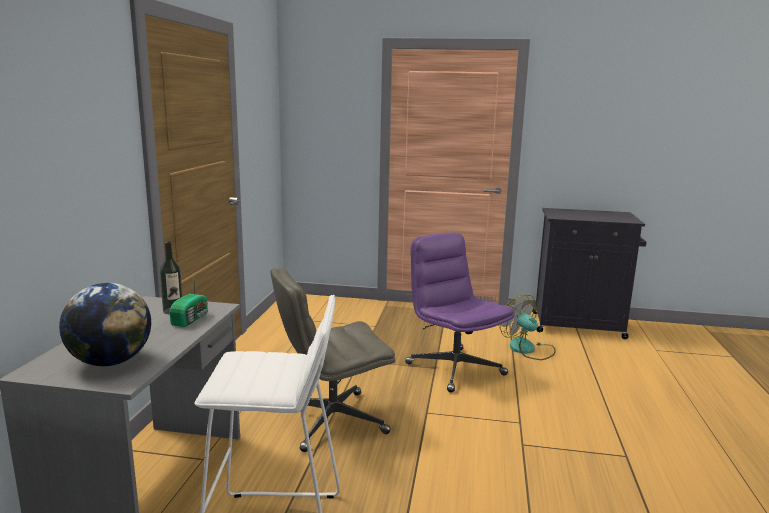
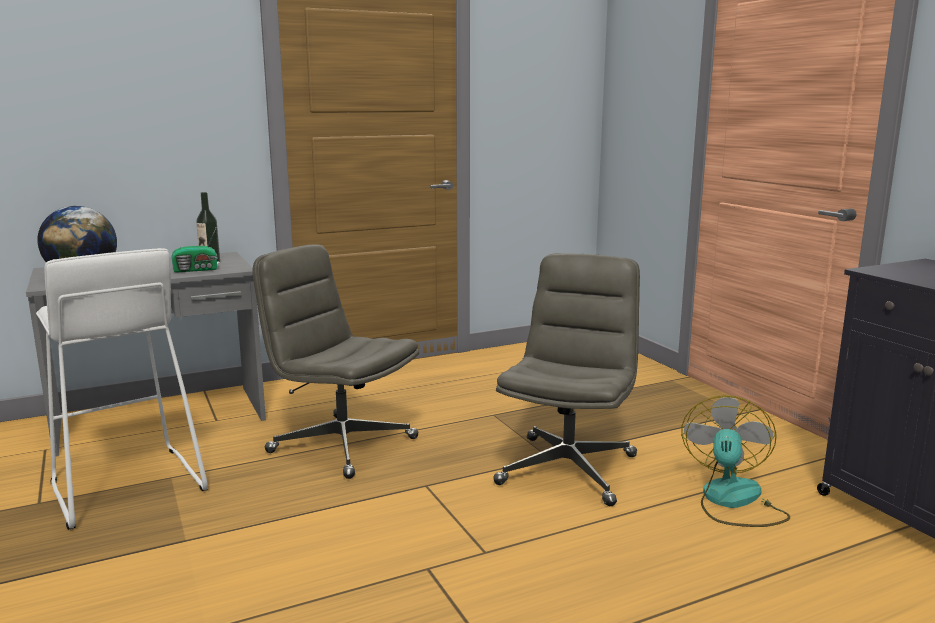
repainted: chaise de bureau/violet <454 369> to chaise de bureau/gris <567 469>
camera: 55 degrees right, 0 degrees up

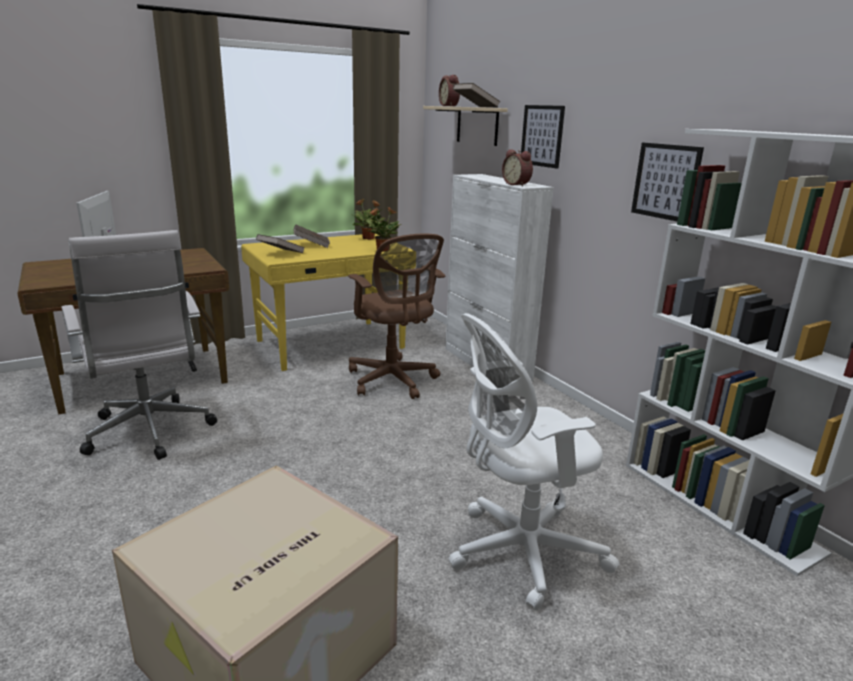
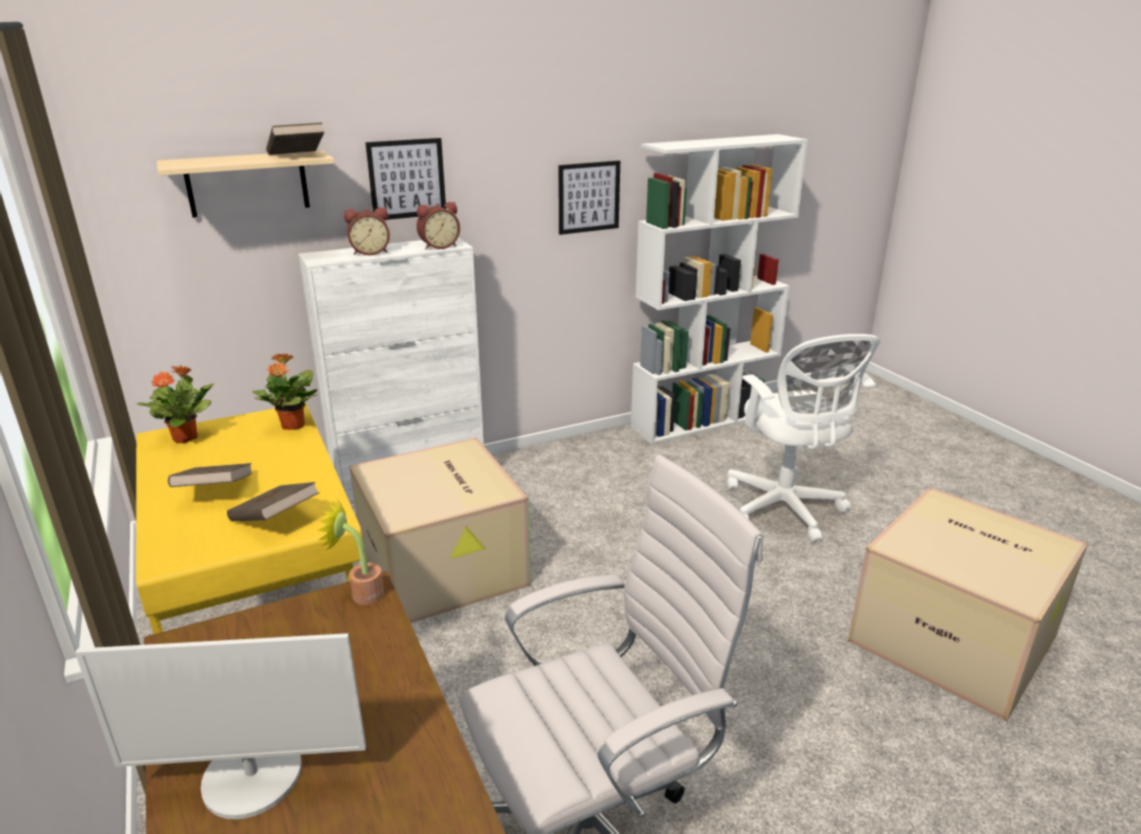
new: plante en pot <361 594>
shifted: réveil <450 106> to <370 252>
swapped: chaise de bureau/marron <393 381> to carton <446 567>
camera: 85 degrees left, 5 degrees up

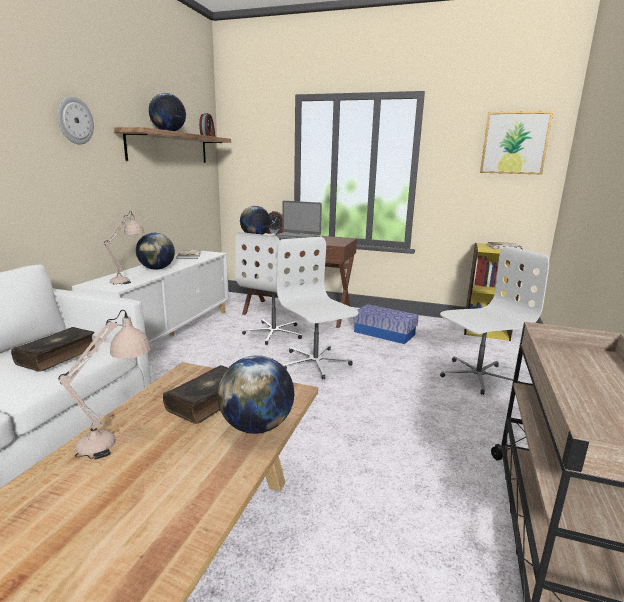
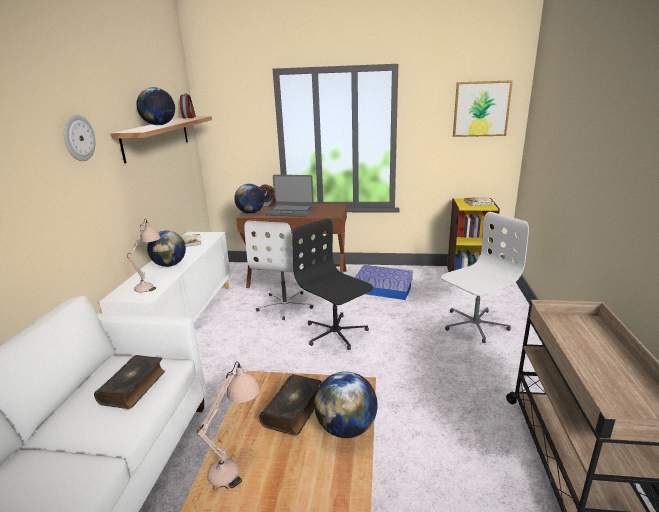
repainted: chaise de bureau/blanc <315 363> to chaise de bureau/noir <335 333>
camera: 10 degrees left, 5 degrees up

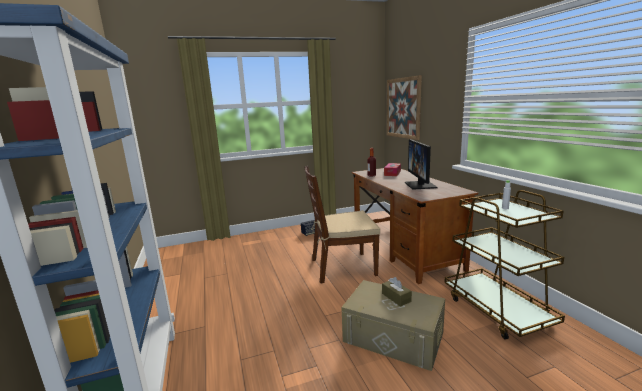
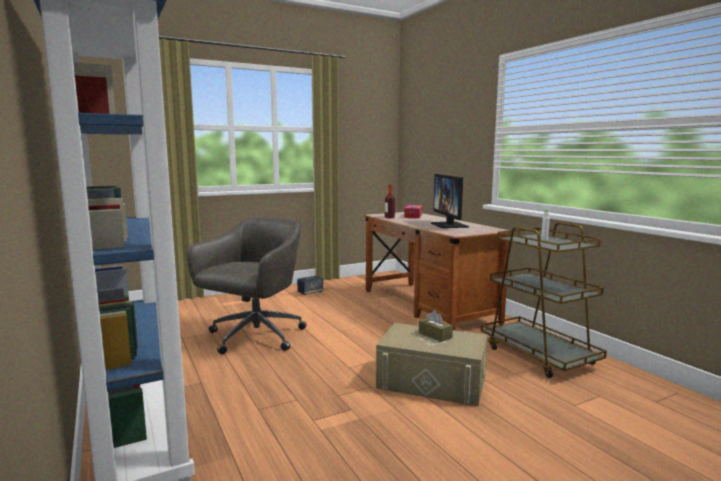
gone: chaise/marron <342 267>; tableau <403 108>
new: chaise de bureau/gris <254 337>
camera: 10 degrees left, 5 degrees down

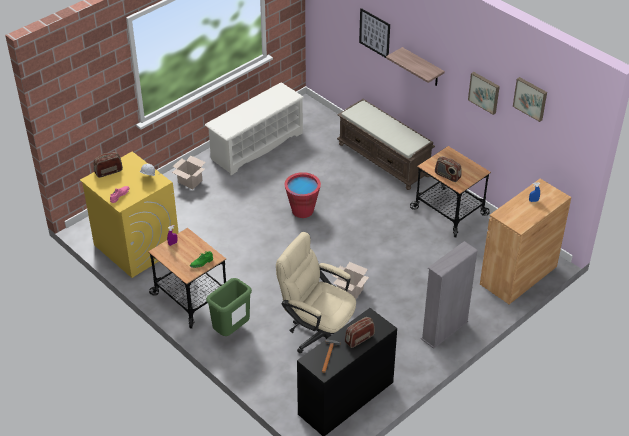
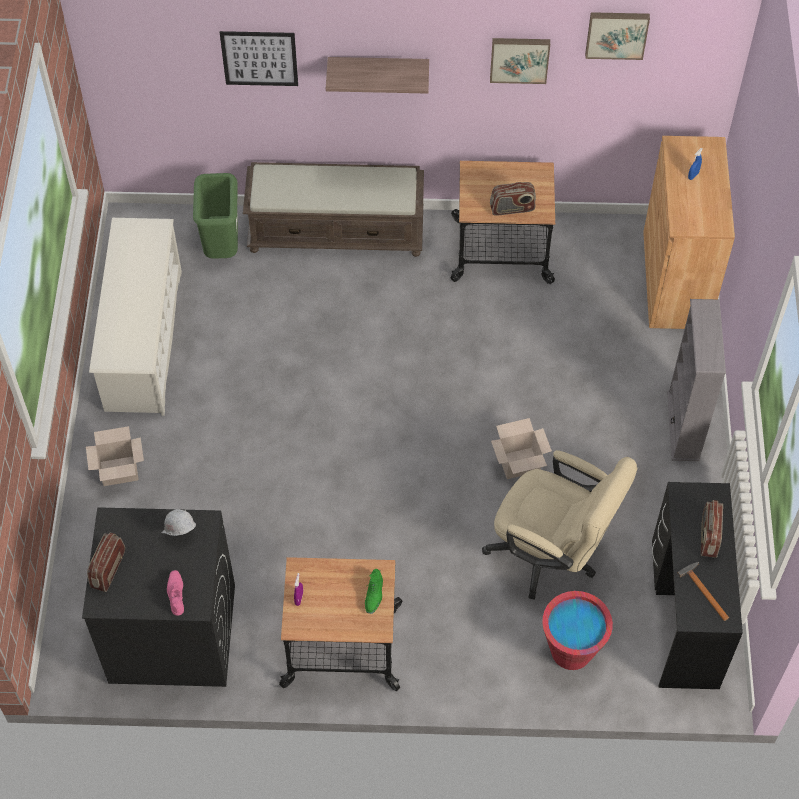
shifted: poubelle/vert <231 331> to <223 248>; seau/rouge <302 210> to <571 651>
repainted: lave-linge/jaune <136 246> to lave-linge/noir <171 634>
rotated: chaise de bureau/beige <318 332> = <551 555> 135 degrees counterclockwise
camera: 45 degrees left, 15 degrees up

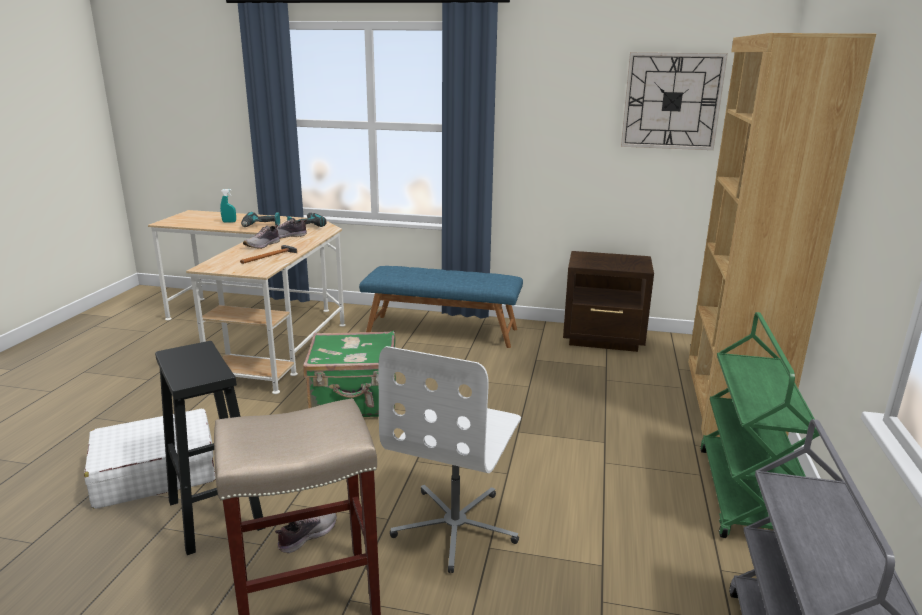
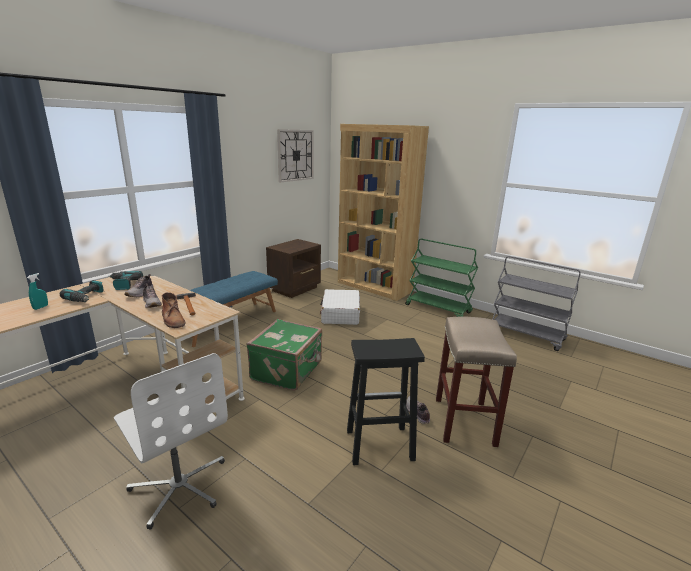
new: botte/marron <173 319>
shifted: valise/blanc <154 472> to <340 314>; chaise de bureau/blanc <456 526> to <180 485>
camera: 65 degrees left, 0 degrees up

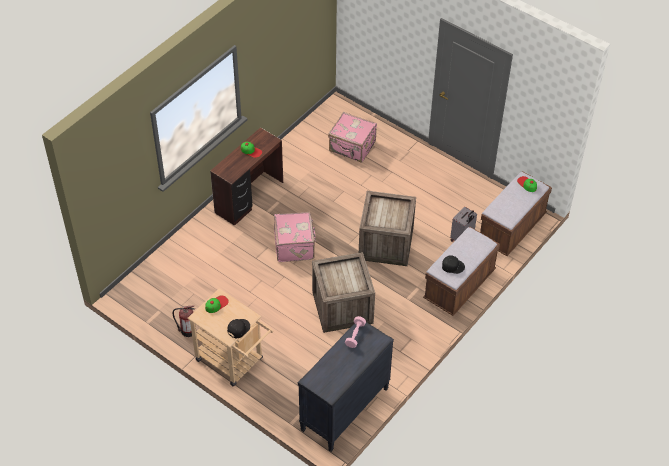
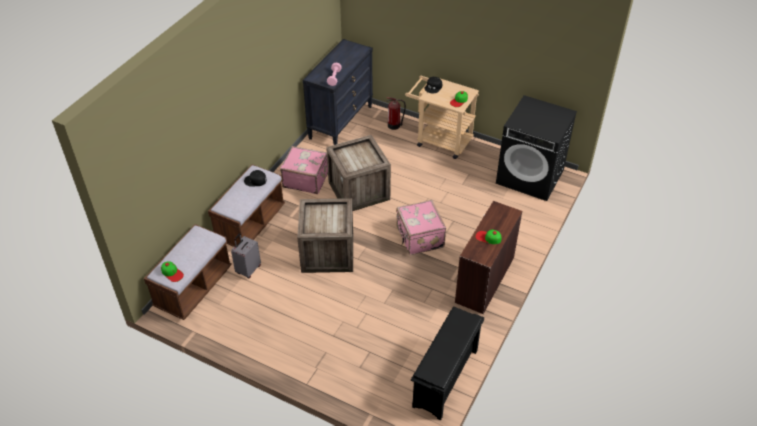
new: étagère à chaussures/noir <445 379>; lave-linge/noir <530 176>
shifted: extincteur <187 330> to <394 125>; valise/rose <352 147> to <305 179>
camera: 170 degrees right, 5 degrees down

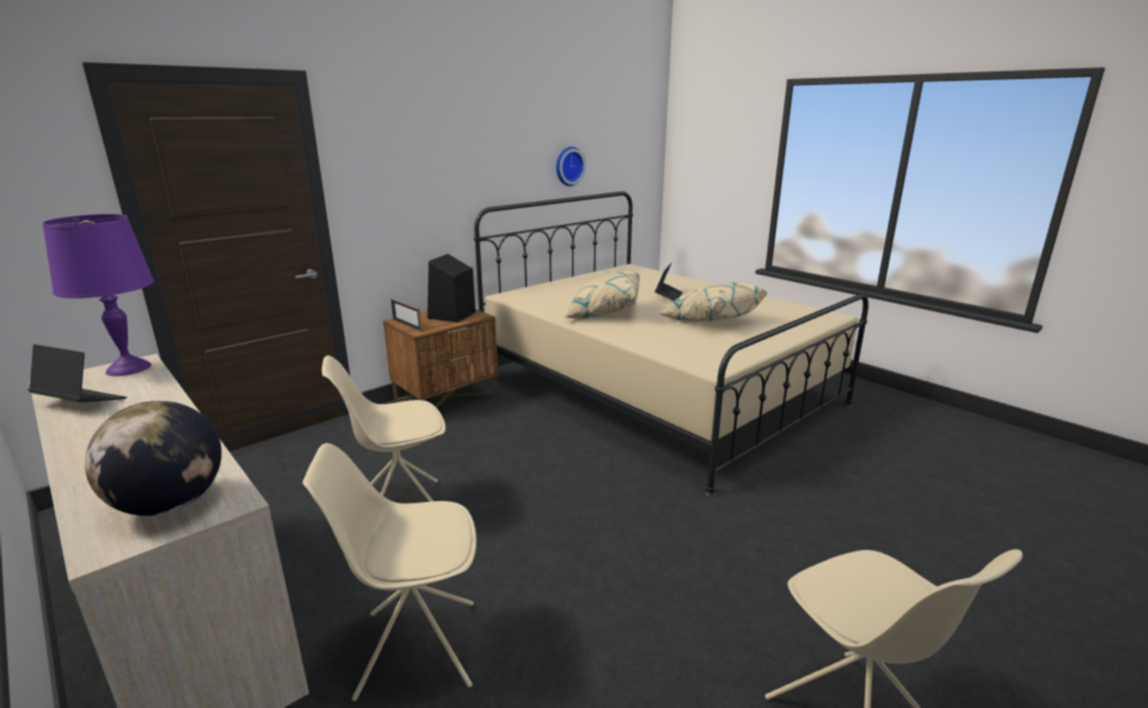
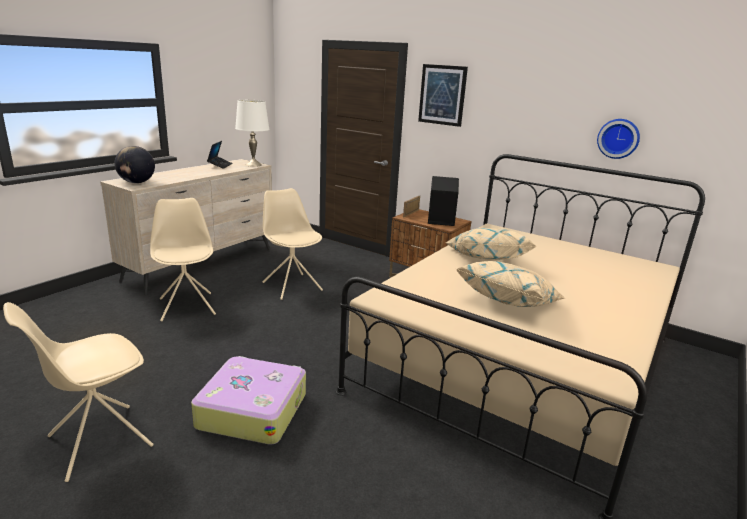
gone: ordinateur portable <668 296>
new: valise <252 410>; tableau <442 95>
repainted: lampe de table/violet <129 368> to lampe de table/blanc <253 165>
camera: 75 degrees right, 0 degrees up

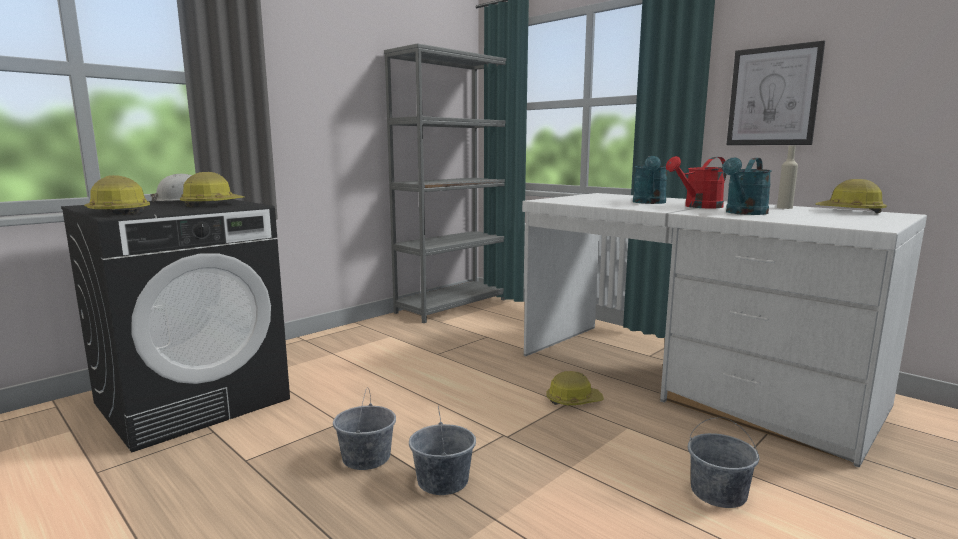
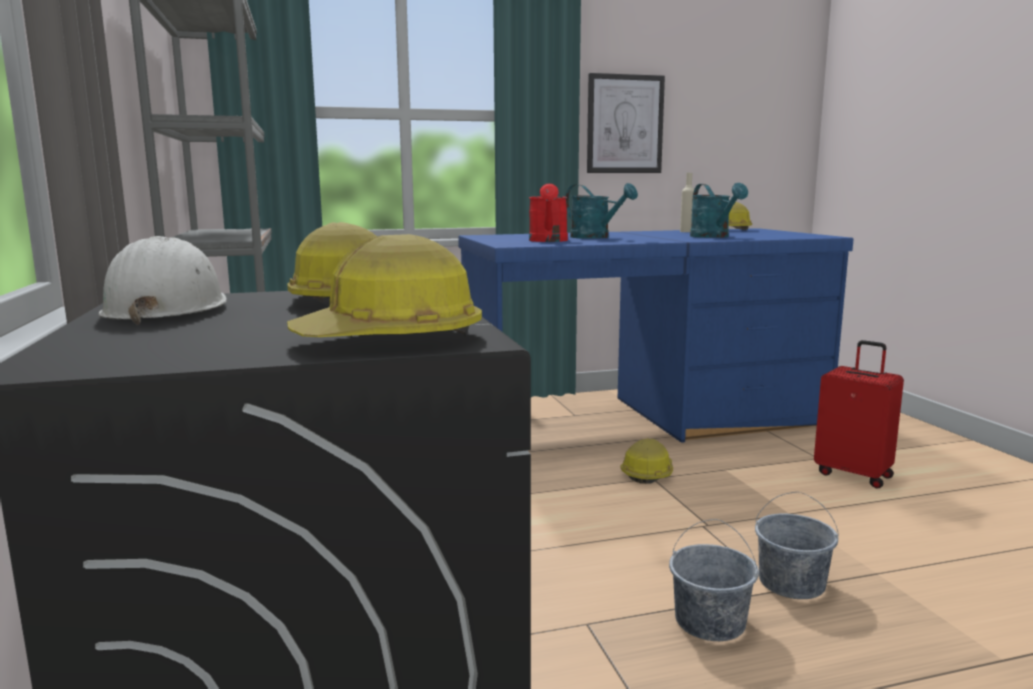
shifted: arrosoir/rouge <698 207> to <548 241>
swapped: seau/gris <719 493> to valise/rouge <854 474>
repainted: bureau/blanc <686 379> to bureau/bleu <643 420>
camera: 60 degrees left, 0 degrees up

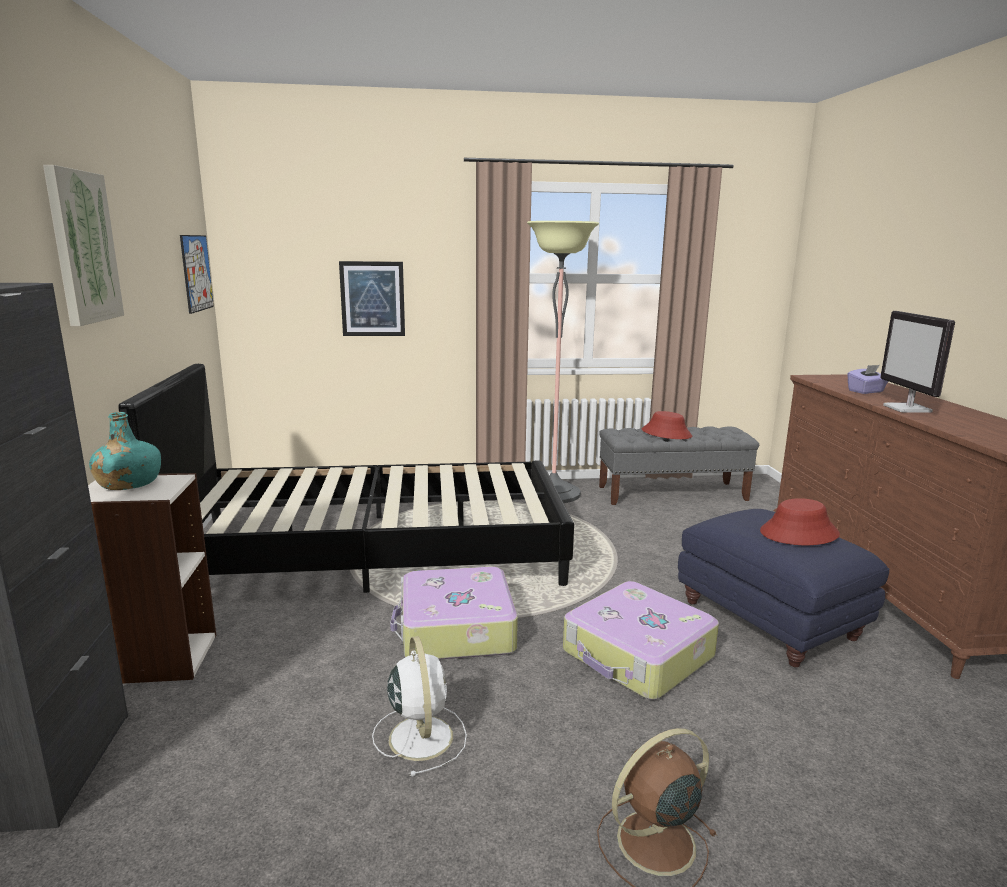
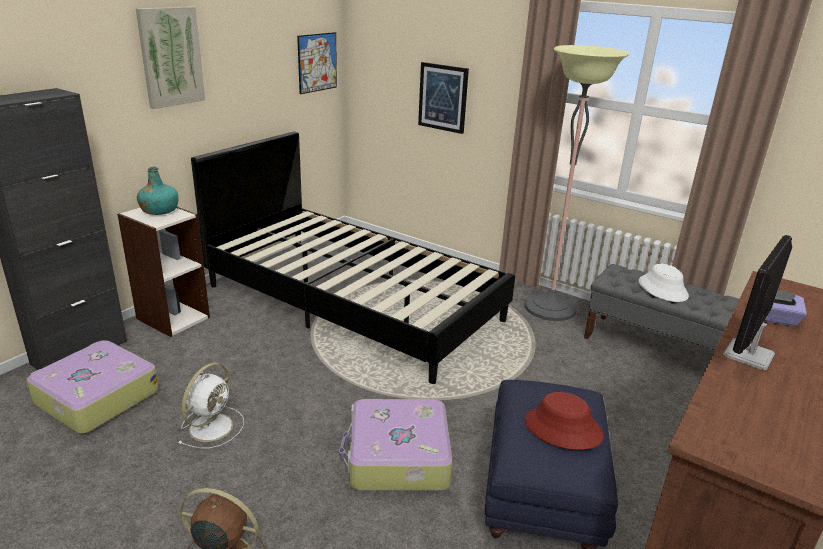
shifted: valise <455 629> to <96 397>
repainted: chapeau/rouge <666 433> to chapeau/blanc <663 289>
camera: 40 degrees right, 10 degrees up

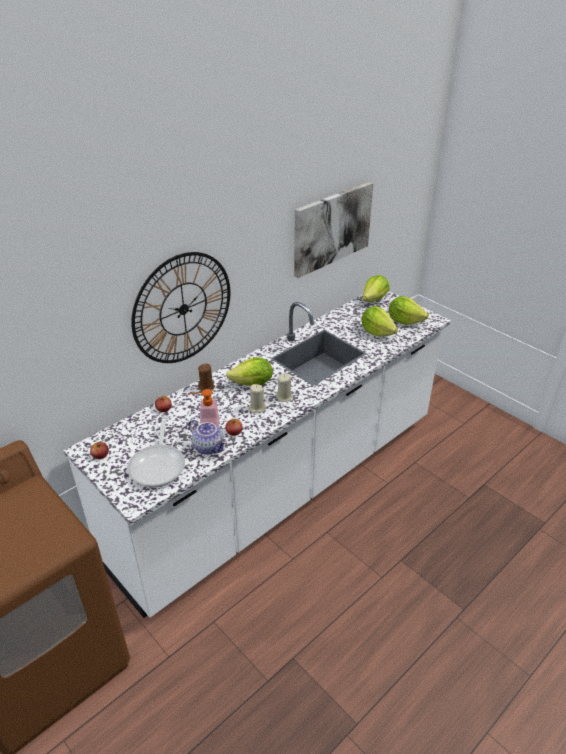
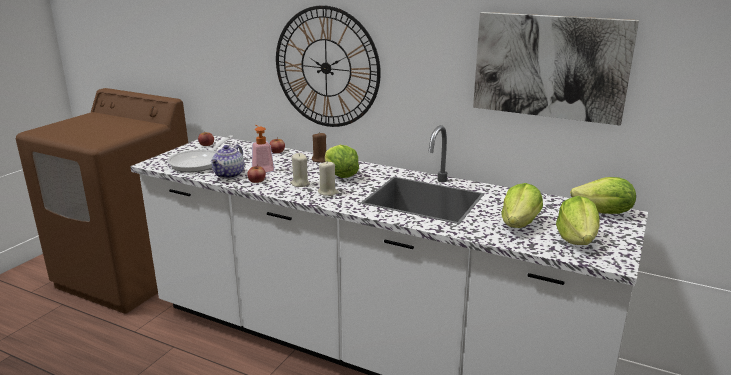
rotated: poêle <158 465> = <199 162> 45 degrees counterclockwise
camera: 70 degrees right, 15 degrees down

